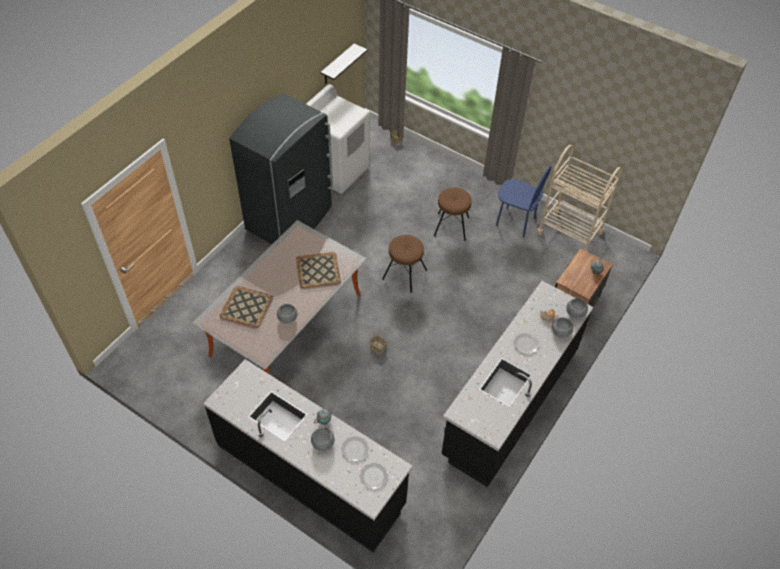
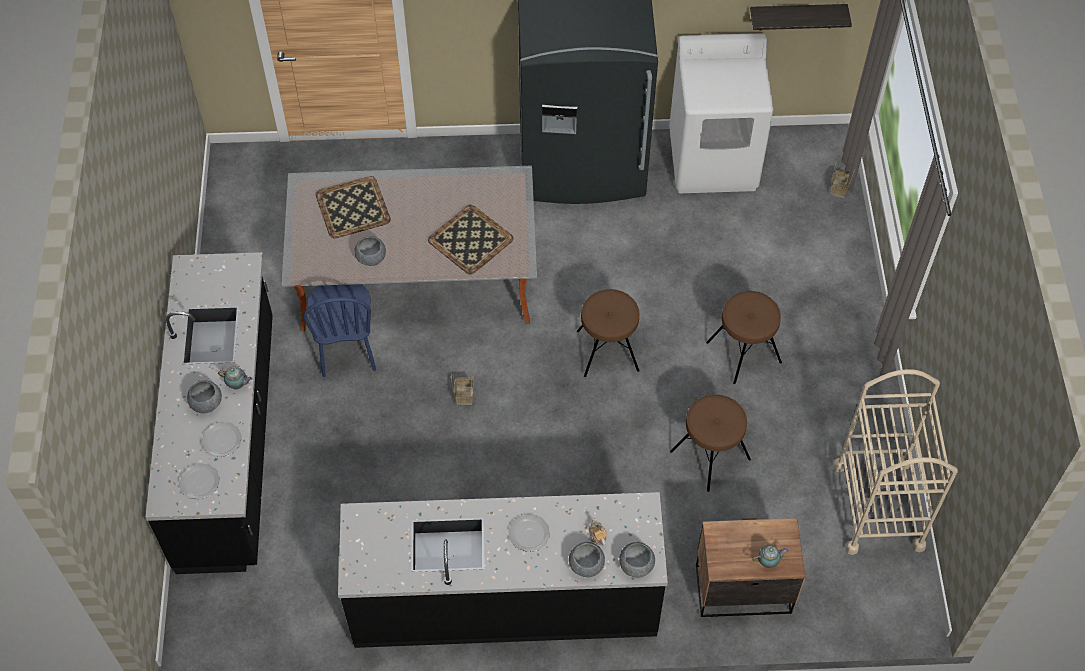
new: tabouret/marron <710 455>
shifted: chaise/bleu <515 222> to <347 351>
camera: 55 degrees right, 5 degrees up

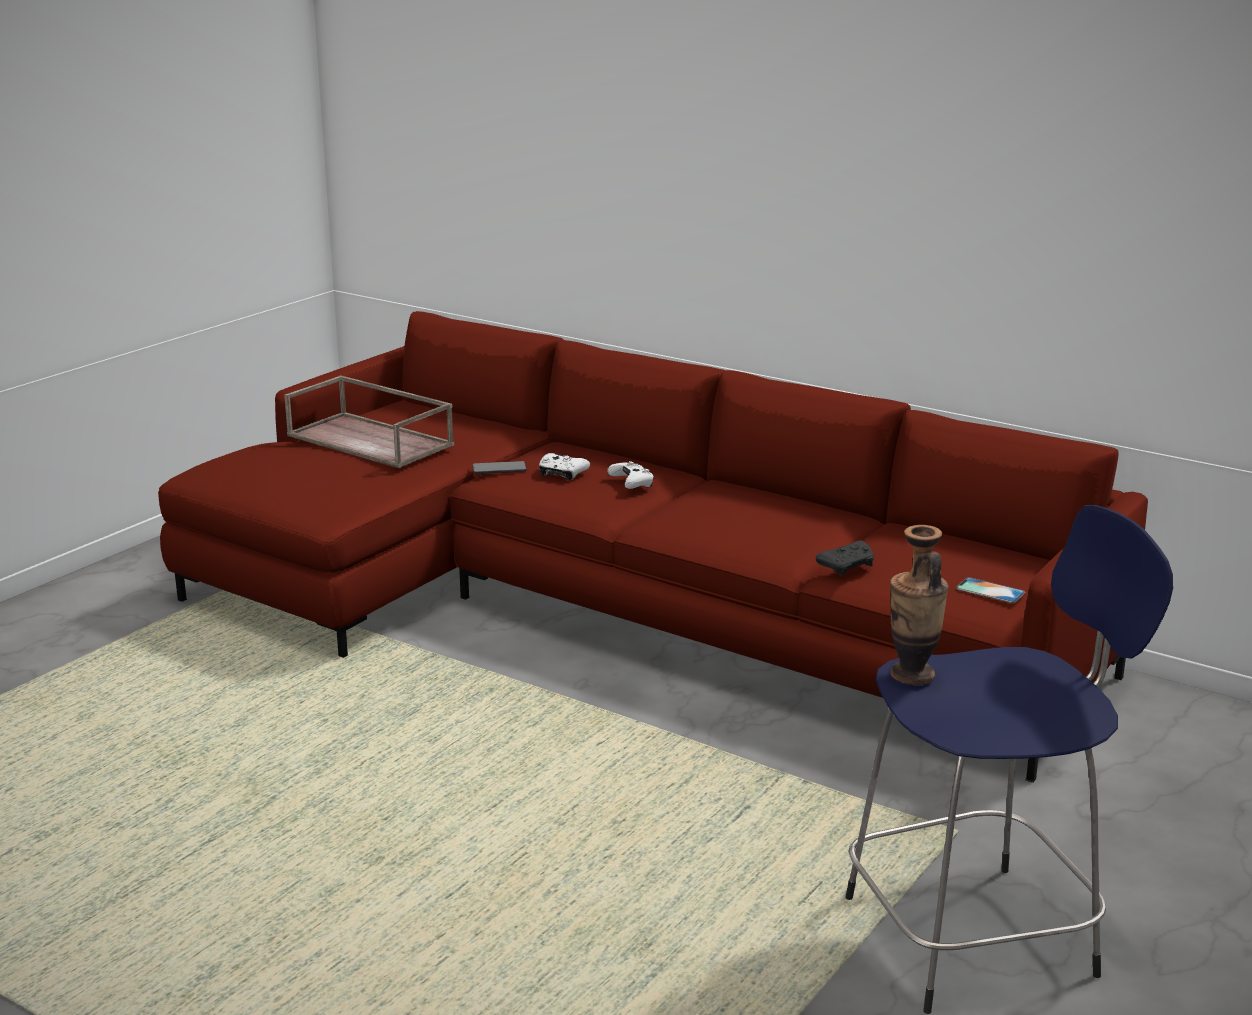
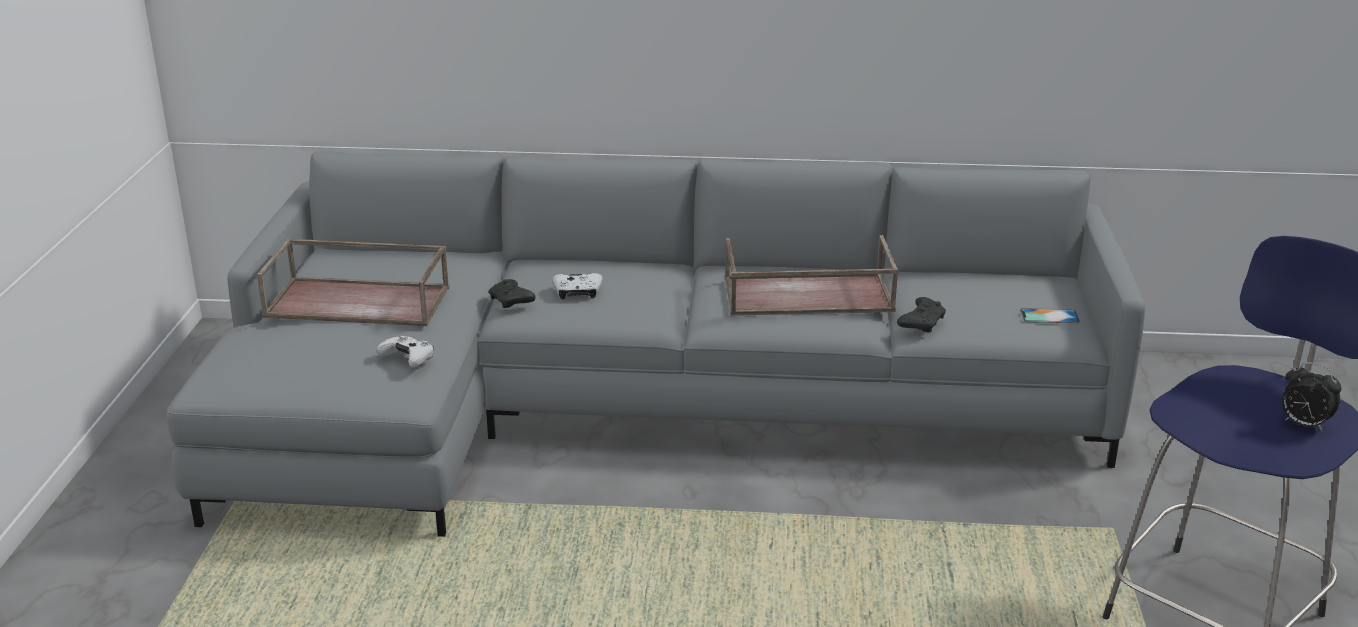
gone: vase <912 675>
new: plateau/marron <806 296>; réveil <1303 425>
shifted: manette/blanc <632 484> to <408 359>
swapped: téléphone <499 469> to manette/noir <511 302>
repainted: canapé/rouge <613 609> to canapé/gris <636 409>
camera: 30 degrees left, 5 degrees up

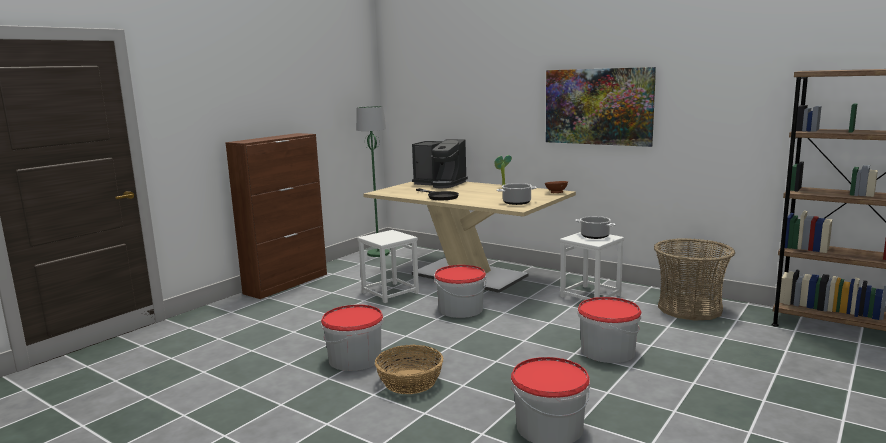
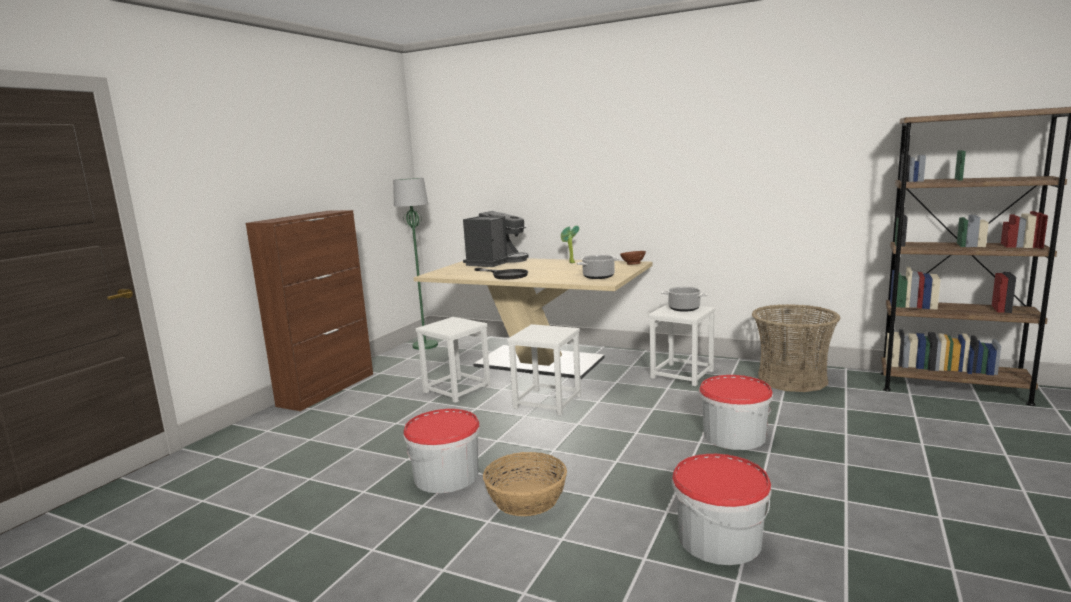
gone: tableau <598 106>
swapped: seau <460 309> to tabouret/blanc <547 402>
rotated: machine à café <440 184> = <496 262> 75 degrees counterclockwise
camera: 10 degrees left, 0 degrees up

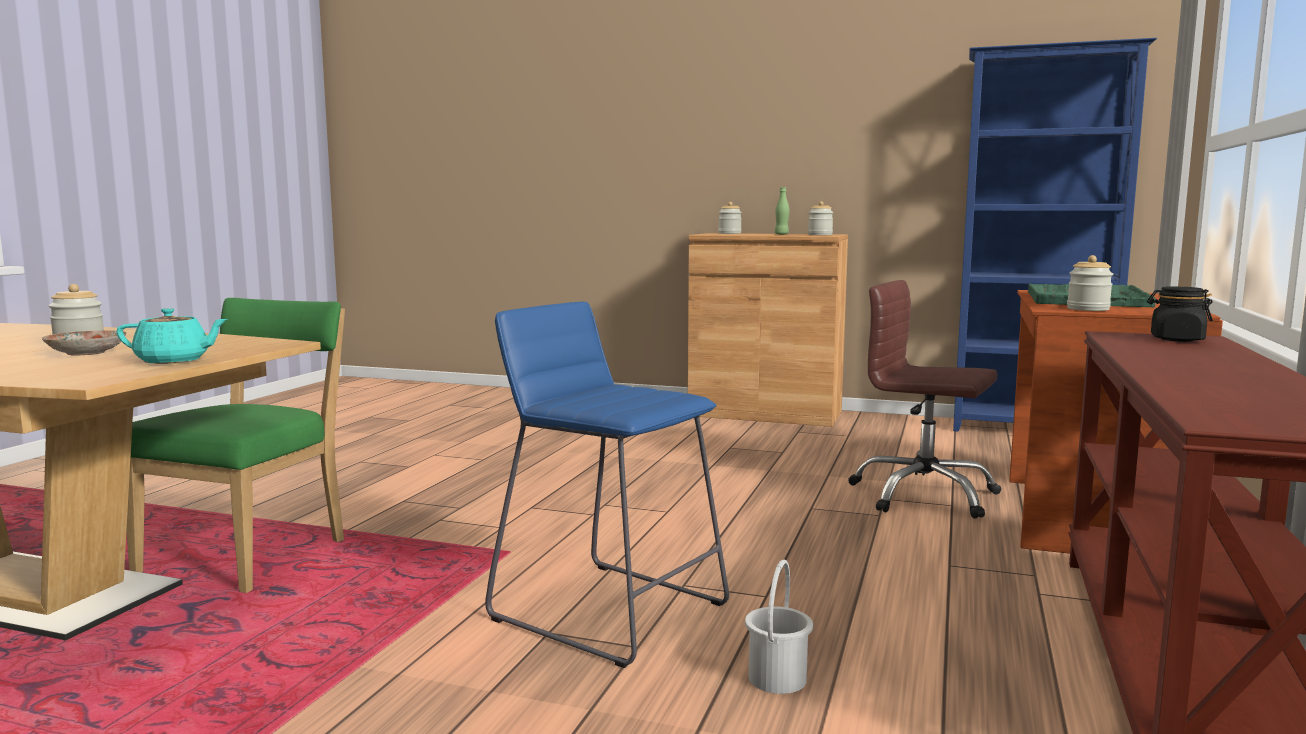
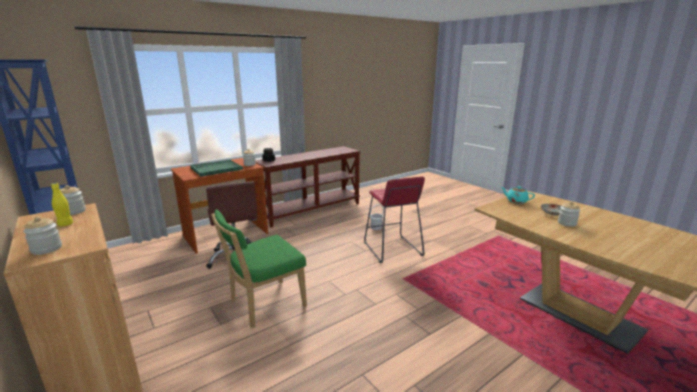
shifted: chaise/vert <252 554> to <264 304>
repainted: tabouret/bleu <609 611> to tabouret/rouge <392 249>; bouteille/vert <781 234> to bouteille/jaune <65 224>
camera: 145 degrees left, 10 degrees up

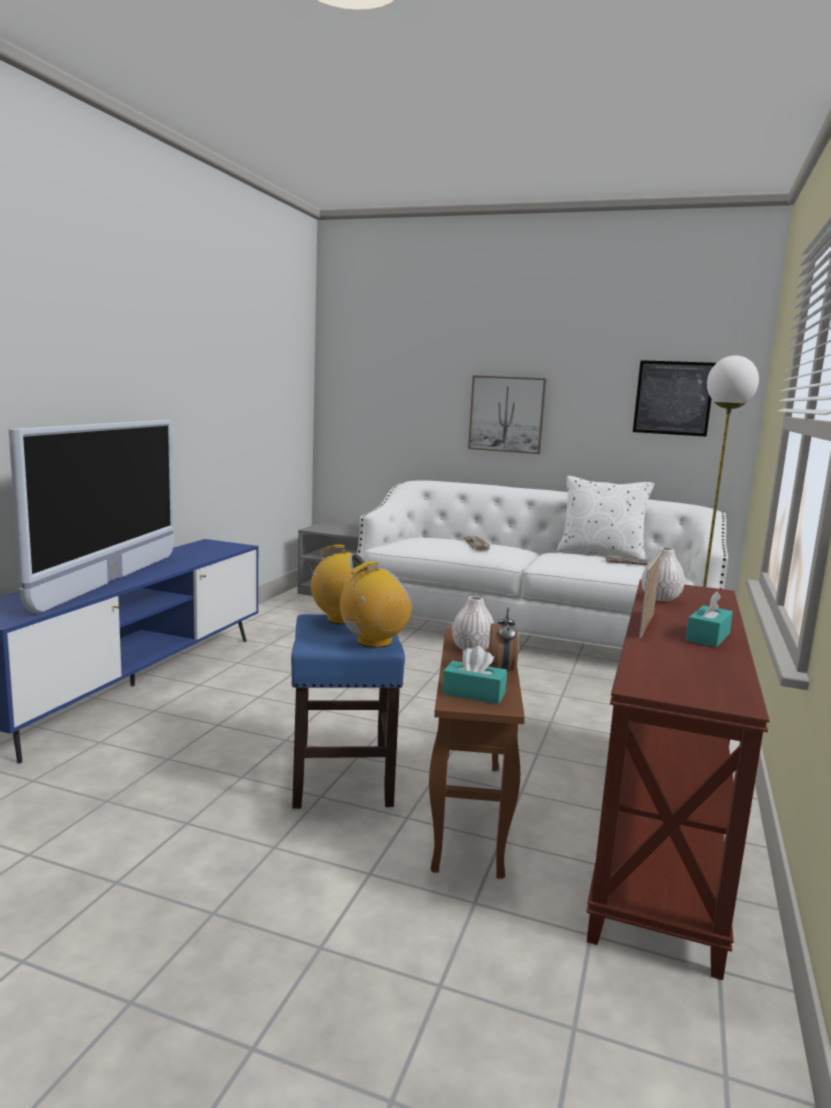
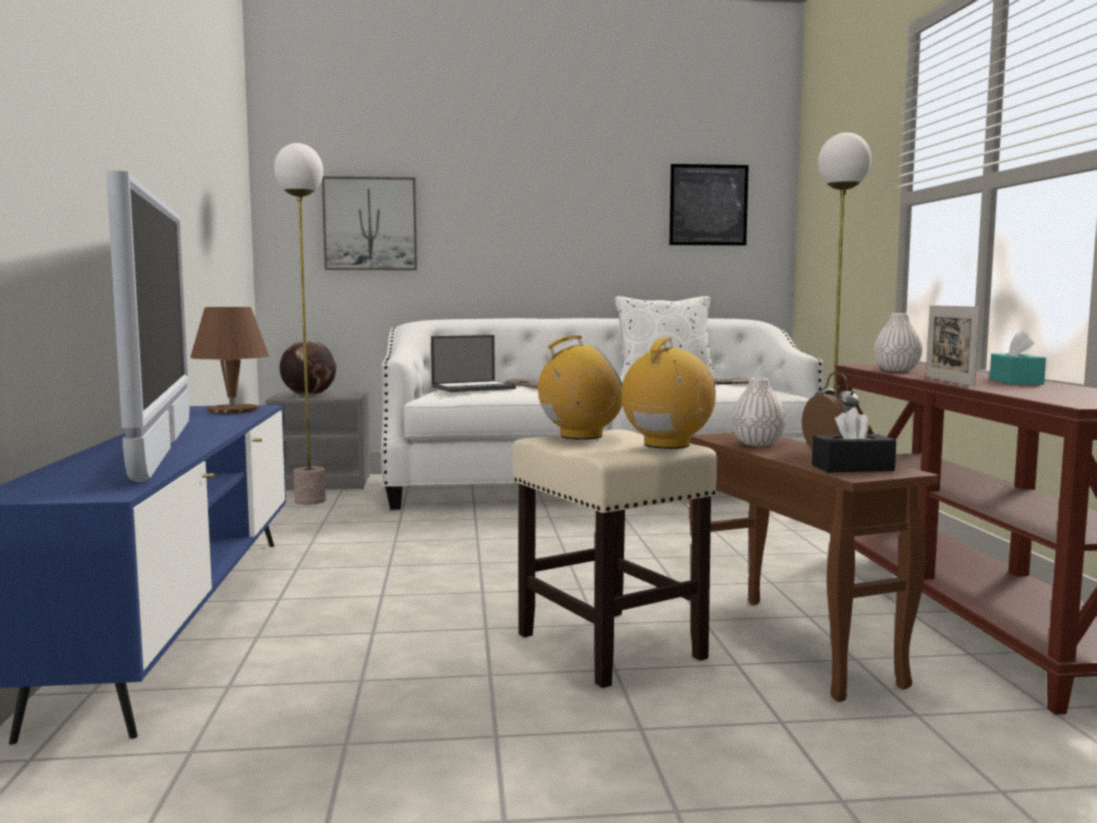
new: lampe de table/marron <233 410>; lampadaire <310 501>; globe <308 395>; ordinateur portable <474 388>
shifted: tableau <507 414> to <370 224>
repainted: tabouret/bleu <342 776> to tabouret/beige <608 645>; boîte à mouchoirs/turquoise <473 693> to boîte à mouchoirs/noir <852 468>
camera: 25 degrees left, 5 degrees down

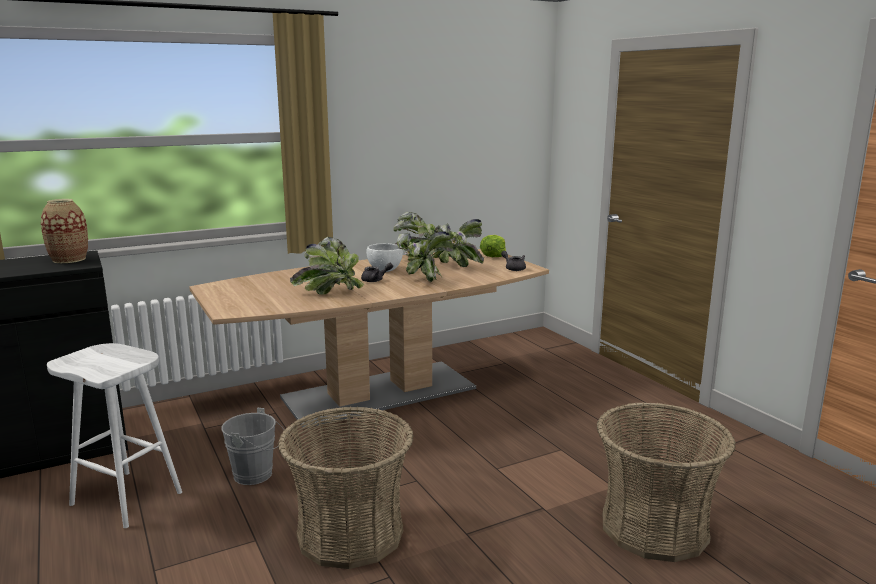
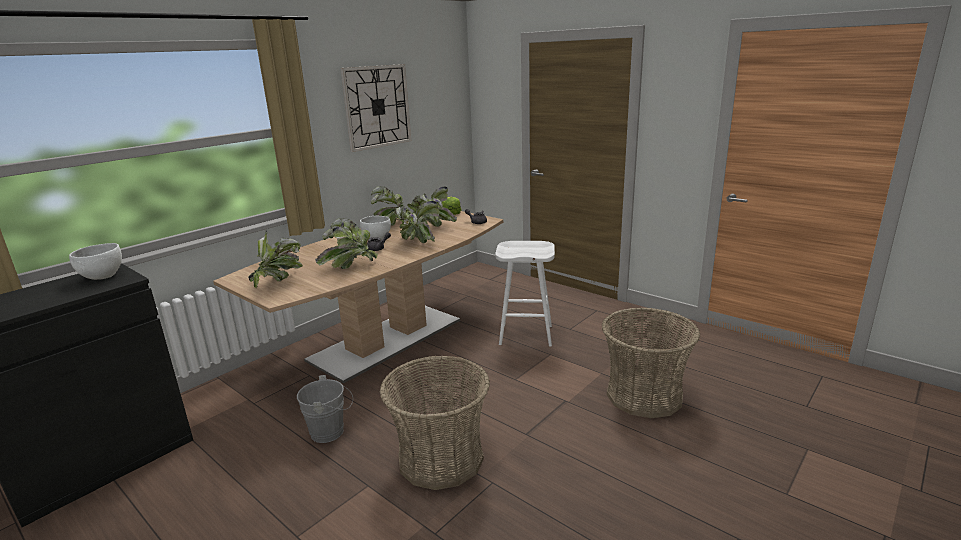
new: plante en pot <279 281>; horloge murale <377 107>
shifted: tabouret/blanc <128 498> to <526 335>
swapped: vase <69 259> to bol/blanc <102 276>
camera: 20 degrees left, 5 degrees up

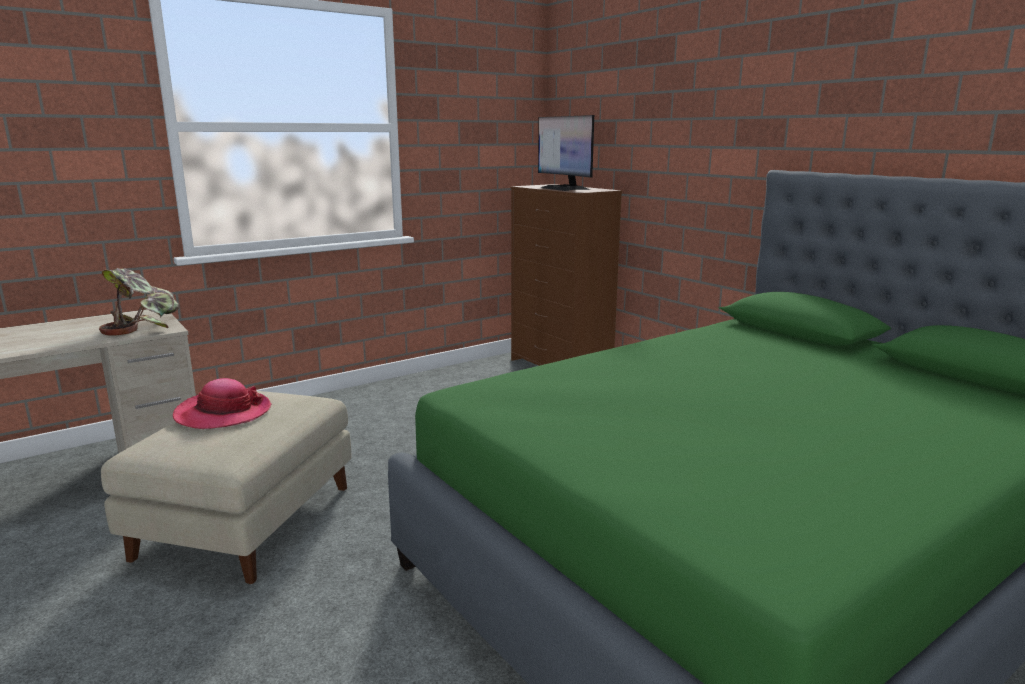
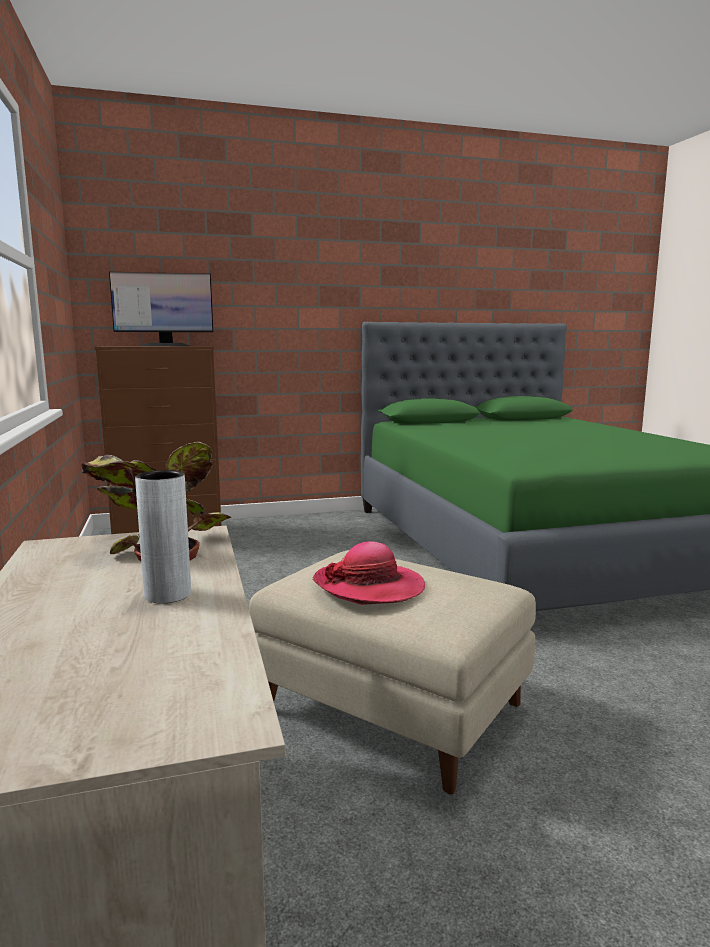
new: vase/gris <167 594>
camera: 70 degrees left, 5 degrees down

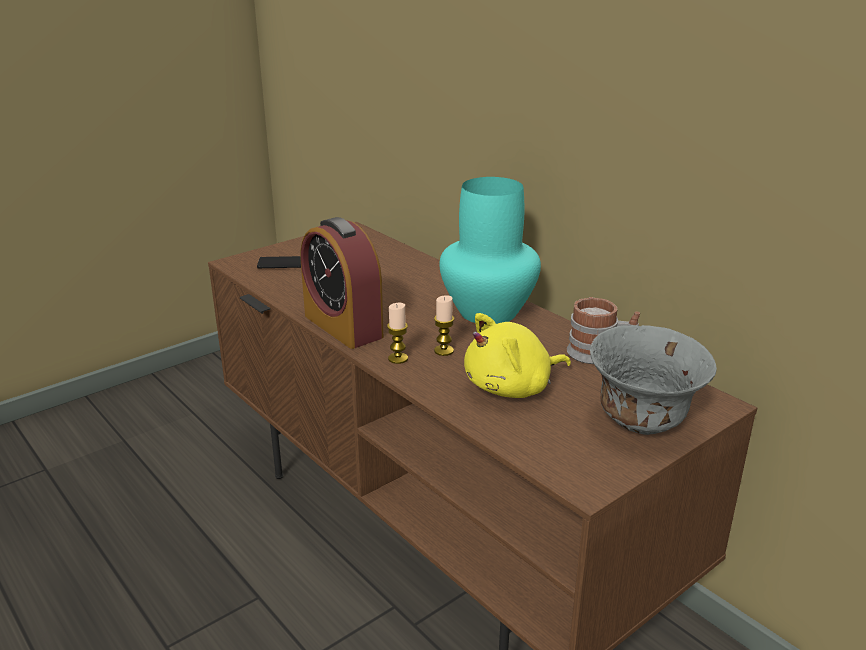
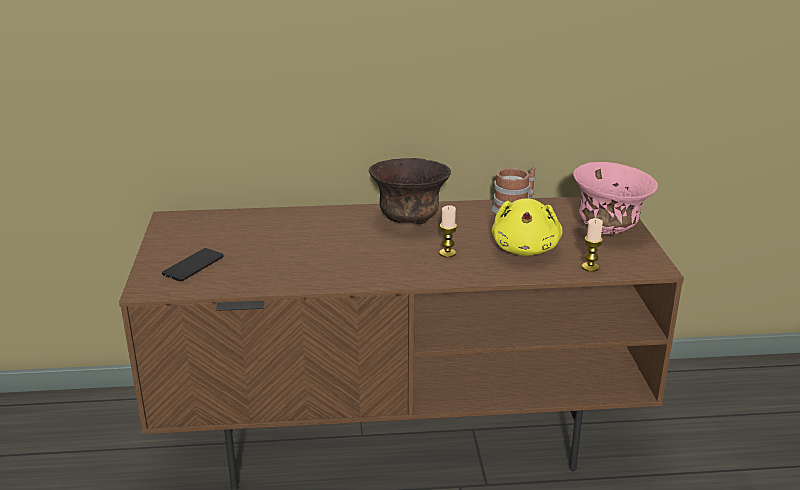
gone: réveil <343 326>
shifted: bougie <398 358> to <590 267>
swapped: vase/turquoise <486 311> to bol/marron <408 220>
repainted: bol/gris <642 423> to bol/rose <608 228>
camera: 55 degrees left, 0 degrees up

